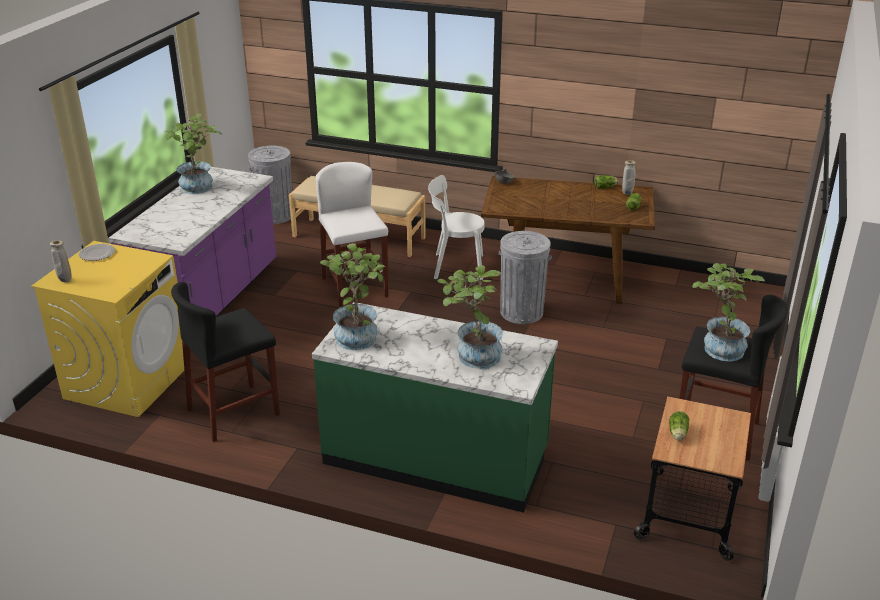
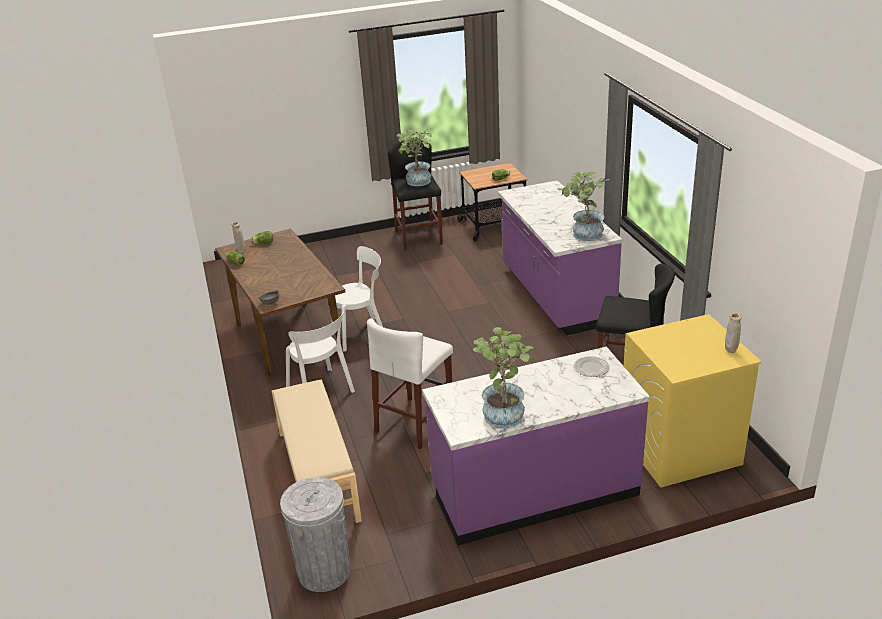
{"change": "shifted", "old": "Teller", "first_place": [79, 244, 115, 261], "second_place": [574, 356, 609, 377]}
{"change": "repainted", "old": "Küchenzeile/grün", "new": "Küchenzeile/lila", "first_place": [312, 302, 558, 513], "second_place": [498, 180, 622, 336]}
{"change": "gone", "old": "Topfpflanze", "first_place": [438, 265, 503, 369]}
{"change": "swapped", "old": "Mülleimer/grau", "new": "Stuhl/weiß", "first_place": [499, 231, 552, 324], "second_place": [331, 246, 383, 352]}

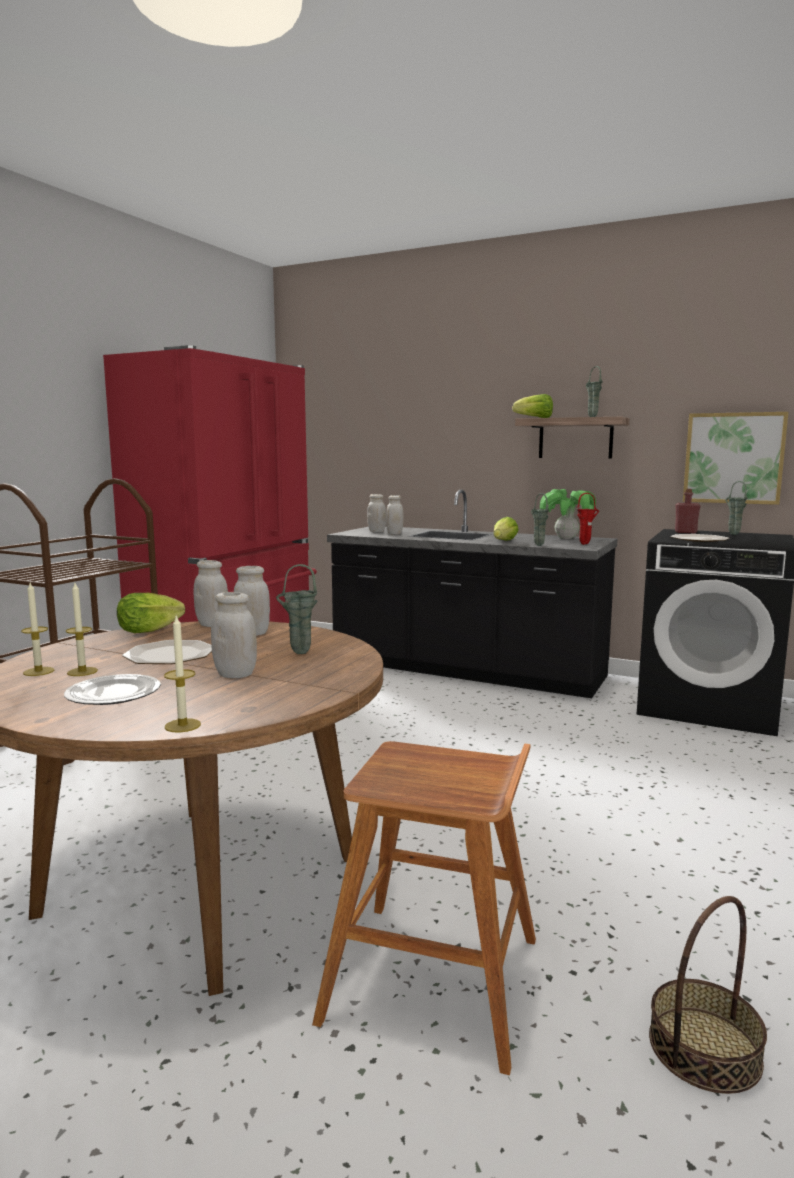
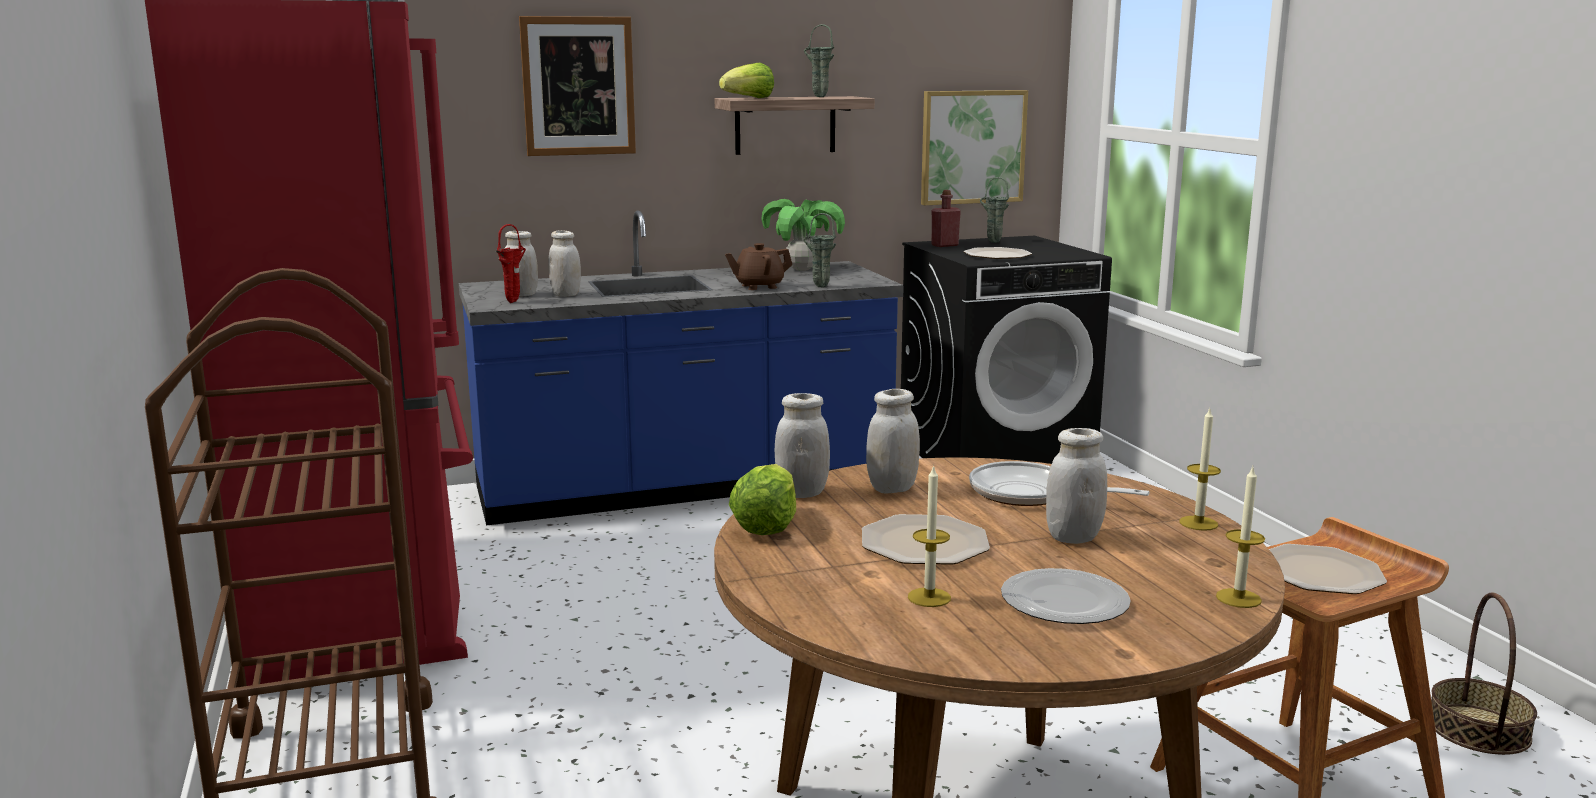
{"change": "shifted", "old": "Kerze", "first_place": [21, 583, 54, 676], "second_place": [1179, 408, 1221, 531]}
{"change": "swapped", "old": "Vase/grün", "new": "Pfanne", "first_place": [276, 564, 318, 654], "second_place": [969, 461, 1150, 506]}
{"change": "repainted", "old": "Küchenzeile/schwarz", "new": "Küchenzeile/blau", "first_place": [327, 489, 617, 698], "second_place": [459, 210, 904, 525]}
{"change": "swapped", "old": "Salatkopf", "new": "Teekanne/braun", "first_place": [494, 517, 519, 541], "second_place": [725, 243, 792, 290]}
{"change": "shifted", "old": "Vase/rot", "first_place": [577, 493, 599, 545], "second_place": [496, 224, 526, 303]}
{"change": "new", "new": "Bild", "second_place": [519, 16, 636, 156]}
{"change": "new", "new": "Teller", "second_place": [1269, 544, 1387, 594]}

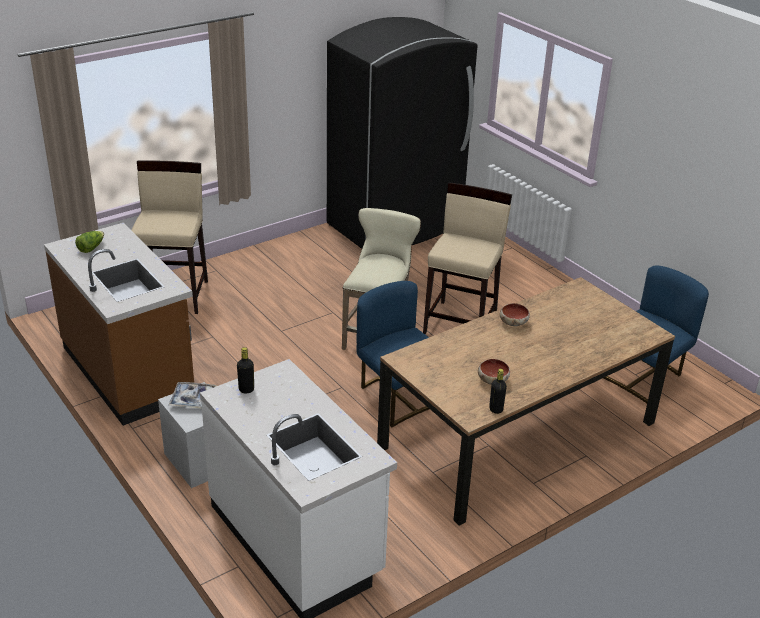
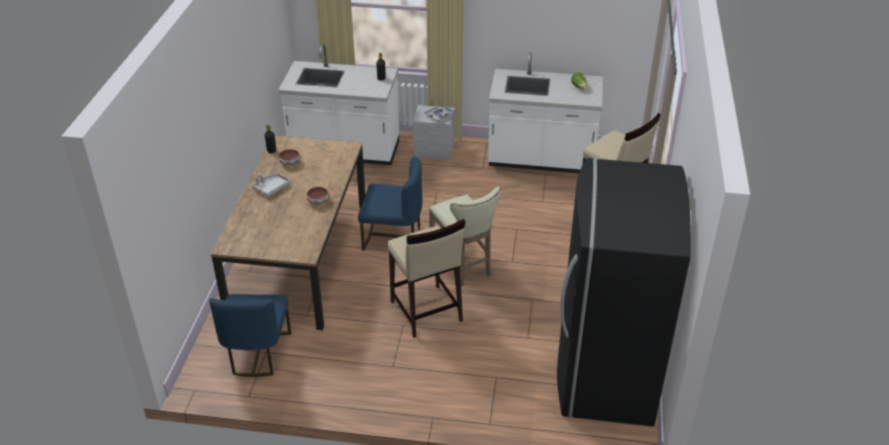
{"change": "repainted", "old": "Küchenzeile/braun", "new": "Küchenzeile/weiß", "first_place": [44, 223, 194, 426], "second_place": [488, 52, 603, 173]}
{"change": "new", "new": "Tablett/grau", "second_place": [251, 173, 290, 197]}

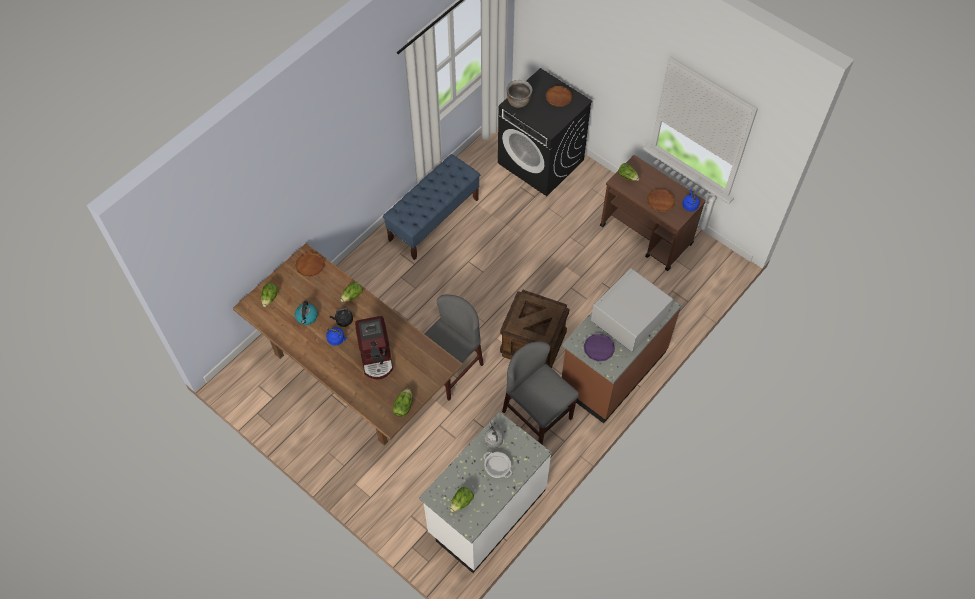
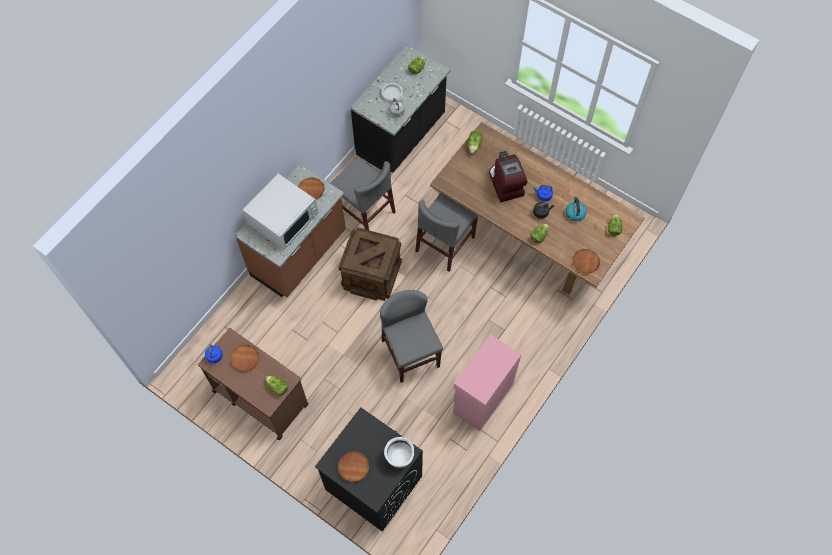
{"change": "swapped", "old": "Bank/blau", "new": "Schrank/rosa", "first_place": [383, 154, 480, 260], "second_place": [453, 334, 522, 431]}
{"change": "repainted", "old": "Küchenzeile/weiß", "new": "Küchenzeile/schwarz", "first_place": [419, 411, 552, 573], "second_place": [350, 45, 450, 172]}
{"change": "repainted", "old": "Kochtopf/braun", "new": "Kochtopf/weiß", "first_place": [507, 80, 532, 108], "second_place": [384, 437, 414, 468]}
{"change": "repainted", "old": "Teller/lila", "new": "Teller/braun", "first_place": [584, 334, 615, 361], "second_place": [298, 177, 325, 200]}
{"change": "new", "new": "Stuhl/grau", "second_place": [380, 290, 443, 383]}

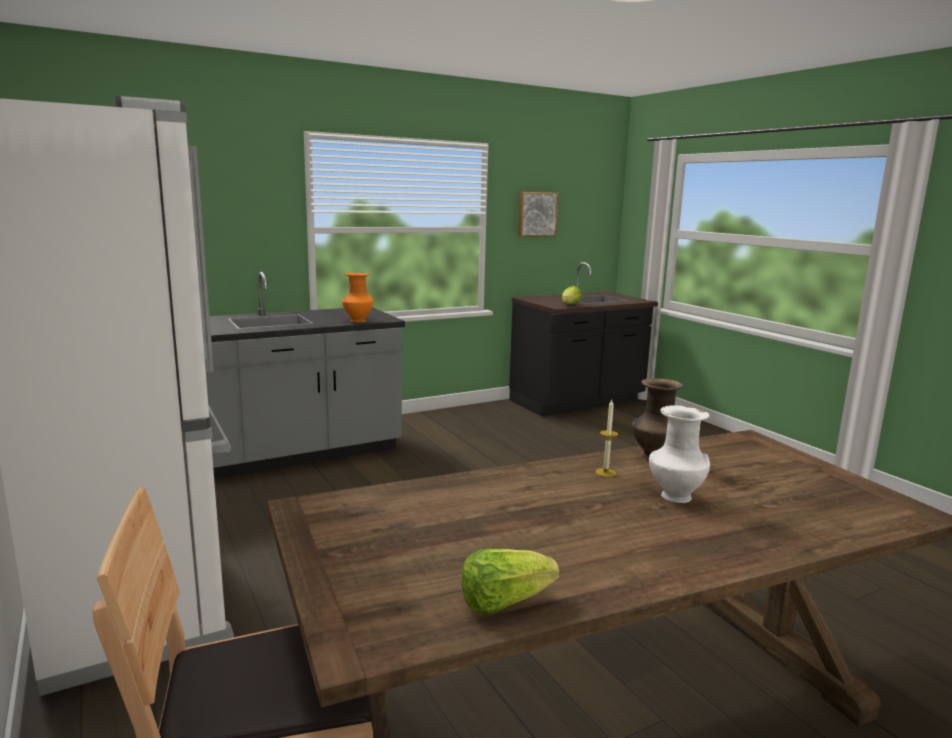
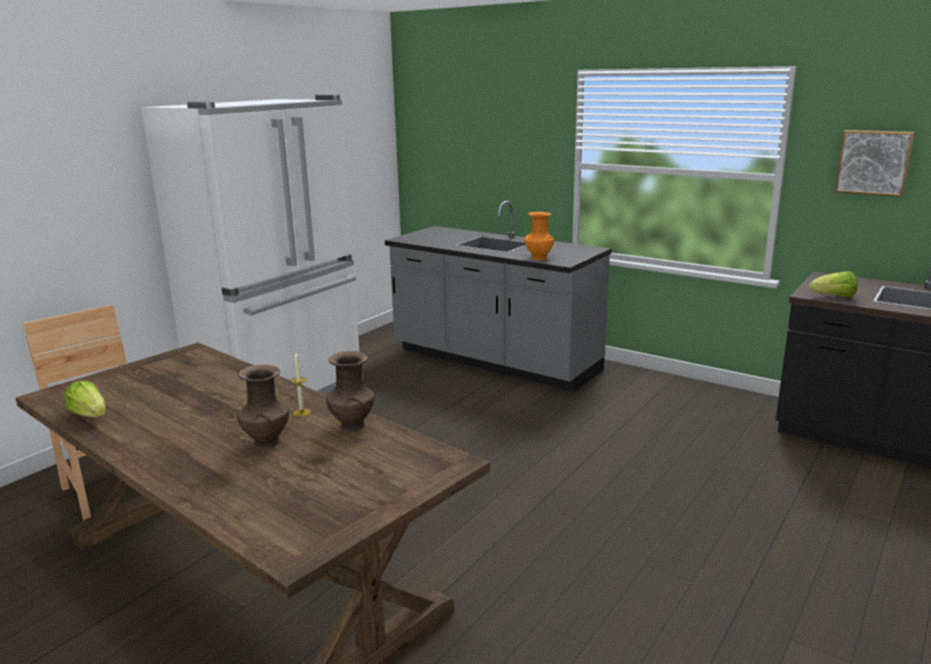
{"change": "repainted", "old": "Vase/weiß", "new": "Vase/braun", "first_place": [649, 405, 710, 503], "second_place": [238, 364, 289, 449]}

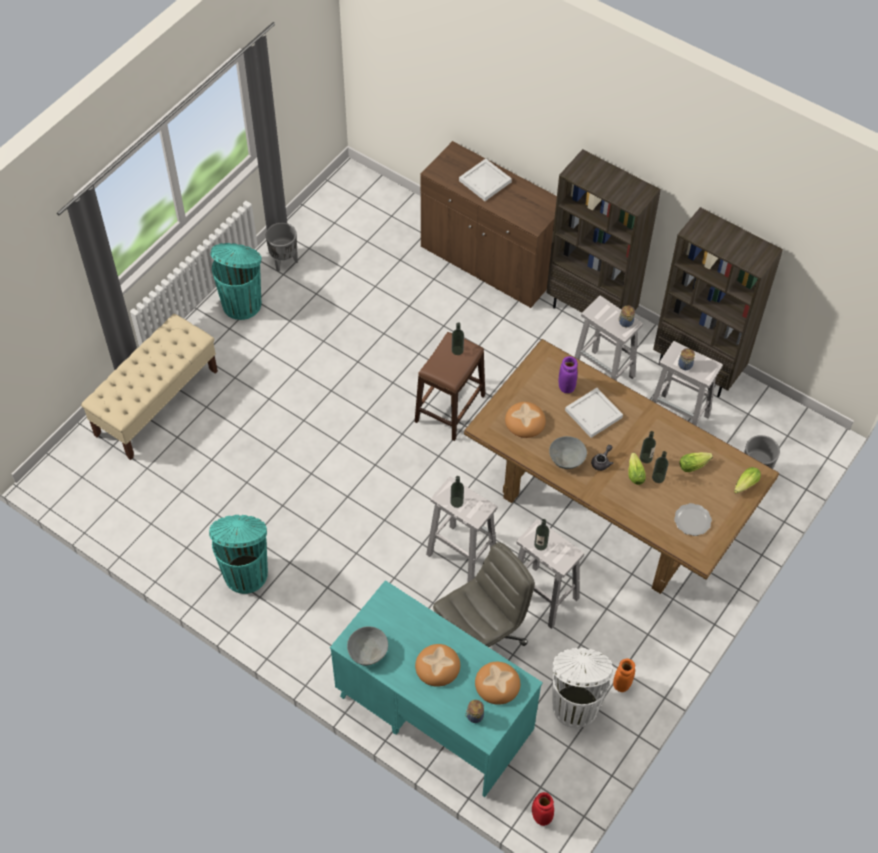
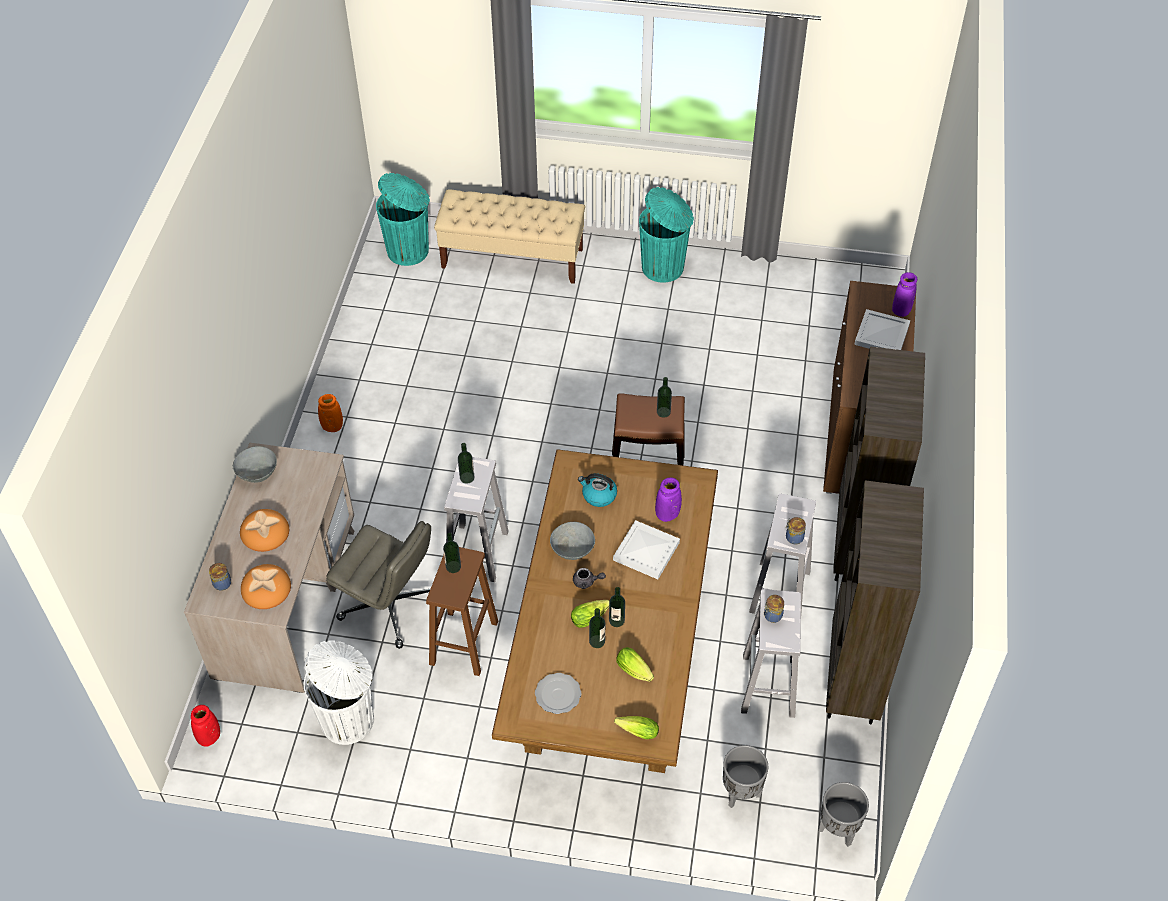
{"change": "shifted", "old": "Mülleimer/türkis", "first_place": [209, 515, 268, 594], "second_place": [376, 173, 430, 266]}
{"change": "shifted", "old": "Pflanzkübel/grau", "first_place": [266, 223, 298, 272], "second_place": [818, 782, 869, 847]}
{"change": "repainted", "old": "Schreibtisch/türkis", "new": "Schreibtisch/beige", "first_place": [330, 580, 543, 797], "second_place": [184, 443, 354, 693]}
{"change": "swapped", "old": "Brot", "new": "Wasserkessel", "first_place": [505, 402, 546, 438], "second_place": [578, 473, 617, 507]}
{"change": "repainted", "old": "Hocker/weiß", "new": "Hocker/braun", "first_place": [516, 519, 584, 629], "second_place": [426, 547, 498, 676]}
{"change": "shifted", "old": "Vase/orange", "first_place": [613, 659, 635, 692], "second_place": [318, 394, 343, 432]}
{"change": "new", "new": "Vase/lila", "second_place": [892, 272, 917, 317]}

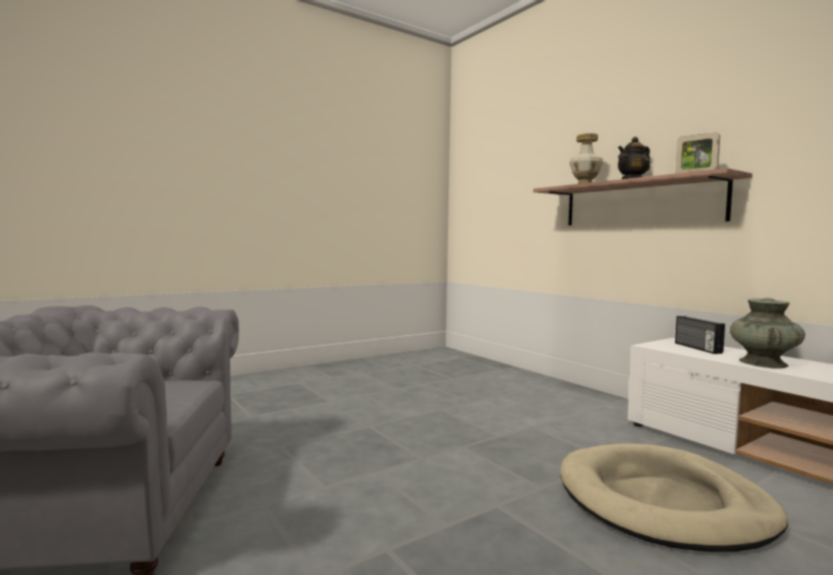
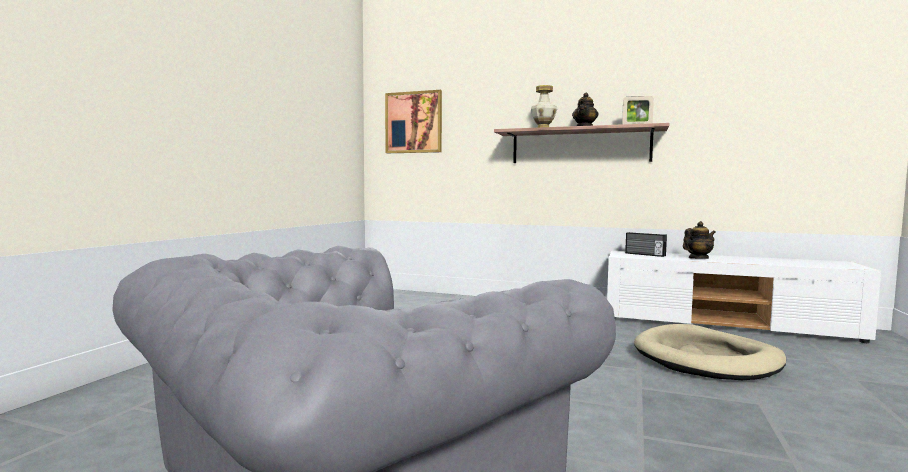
{"change": "swapped", "old": "Vase/türkis", "new": "Teekanne", "first_place": [730, 298, 805, 368], "second_place": [683, 221, 716, 259]}
{"change": "new", "new": "Bild", "second_place": [385, 90, 442, 153]}

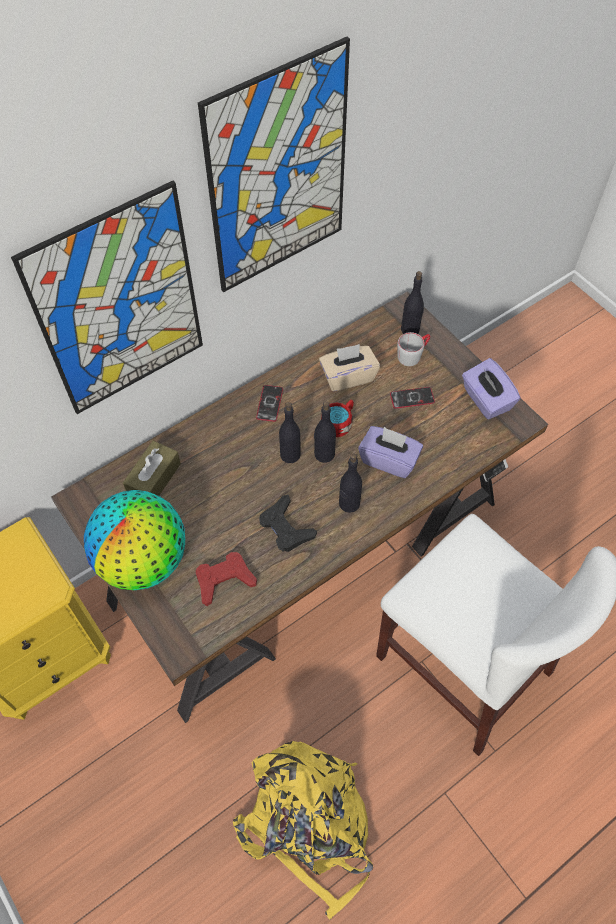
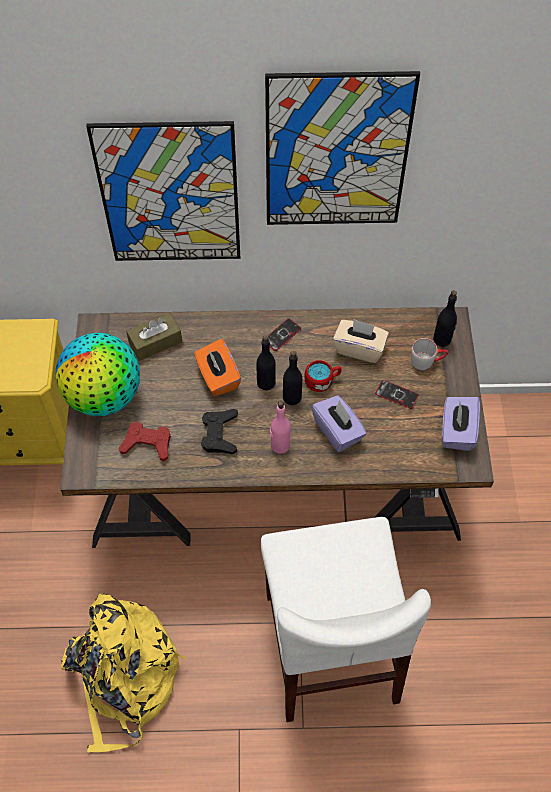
{"change": "repainted", "old": "Flasche/schwarz", "new": "Flasche/rosa", "first_place": [339, 453, 362, 513], "second_place": [270, 401, 291, 454]}
{"change": "new", "new": "Taschentuchbox/orange", "second_place": [194, 339, 241, 396]}

